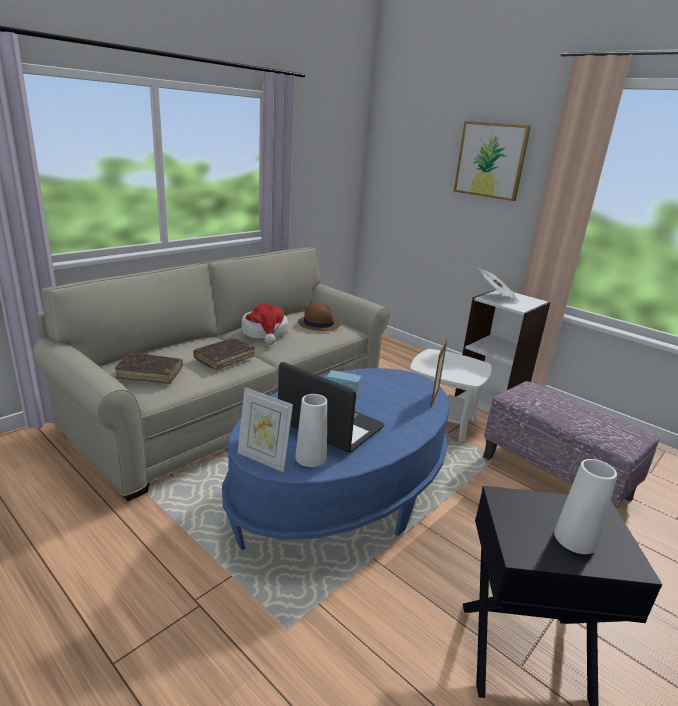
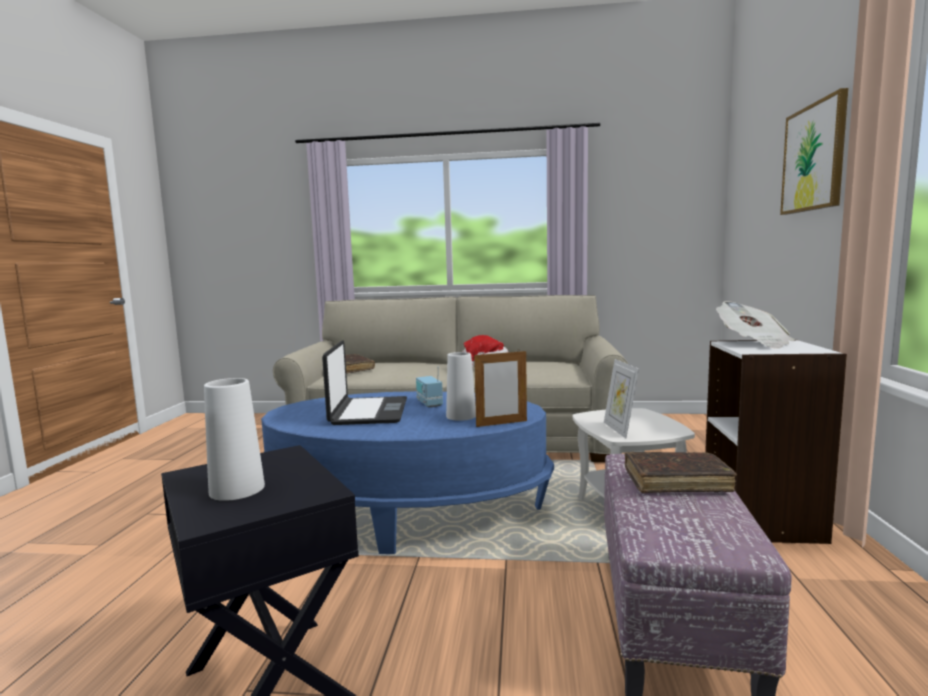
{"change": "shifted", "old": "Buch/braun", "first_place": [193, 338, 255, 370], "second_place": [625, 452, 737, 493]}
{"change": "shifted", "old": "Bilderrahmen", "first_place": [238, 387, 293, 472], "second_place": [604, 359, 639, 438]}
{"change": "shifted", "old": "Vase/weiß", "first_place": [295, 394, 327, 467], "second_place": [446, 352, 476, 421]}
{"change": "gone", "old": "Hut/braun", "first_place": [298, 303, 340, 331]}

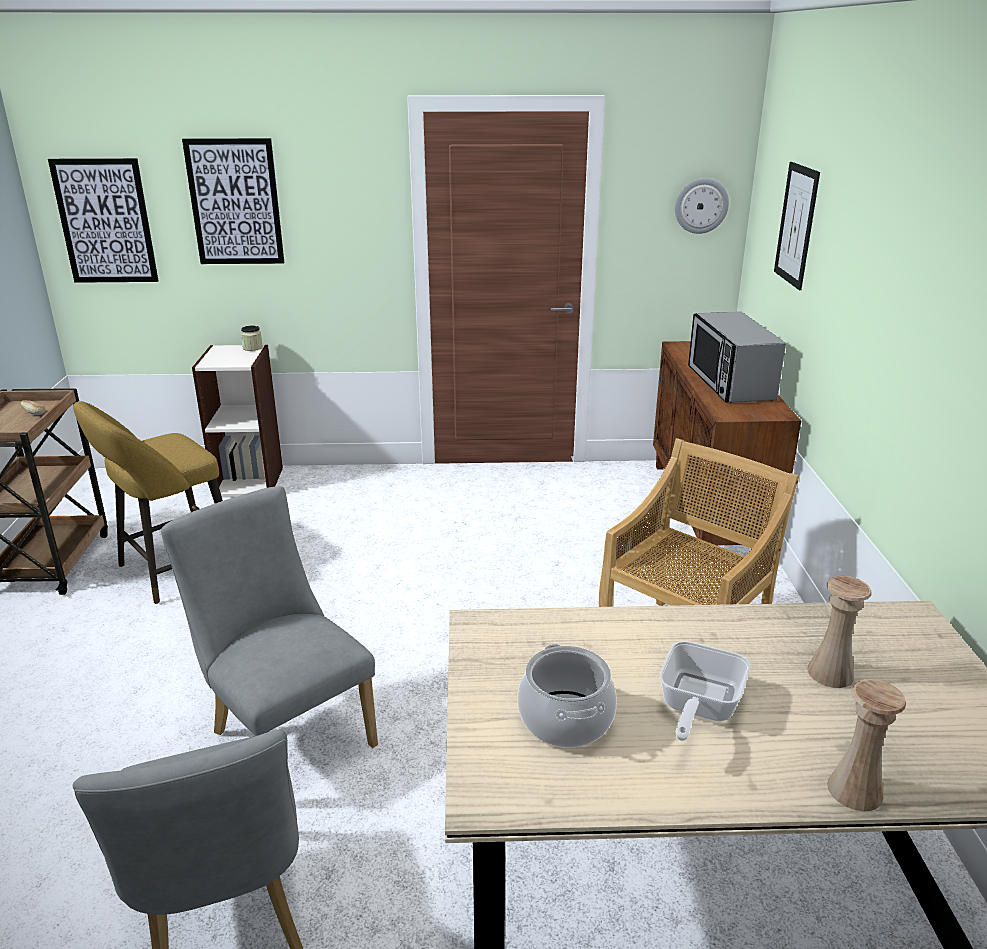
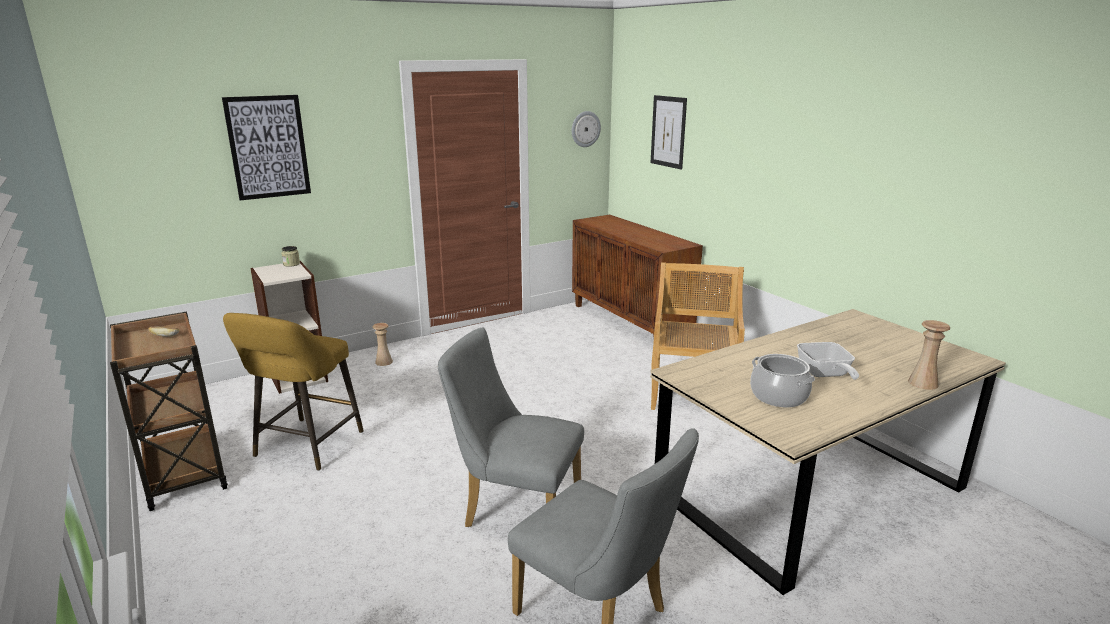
{"change": "gone", "old": "Bild", "first_place": [48, 158, 158, 283]}
{"change": "gone", "old": "Mikrowelle", "first_place": [688, 311, 786, 403]}
{"change": "shifted", "old": "Vase/beige", "first_place": [807, 576, 872, 688], "second_place": [372, 323, 393, 366]}

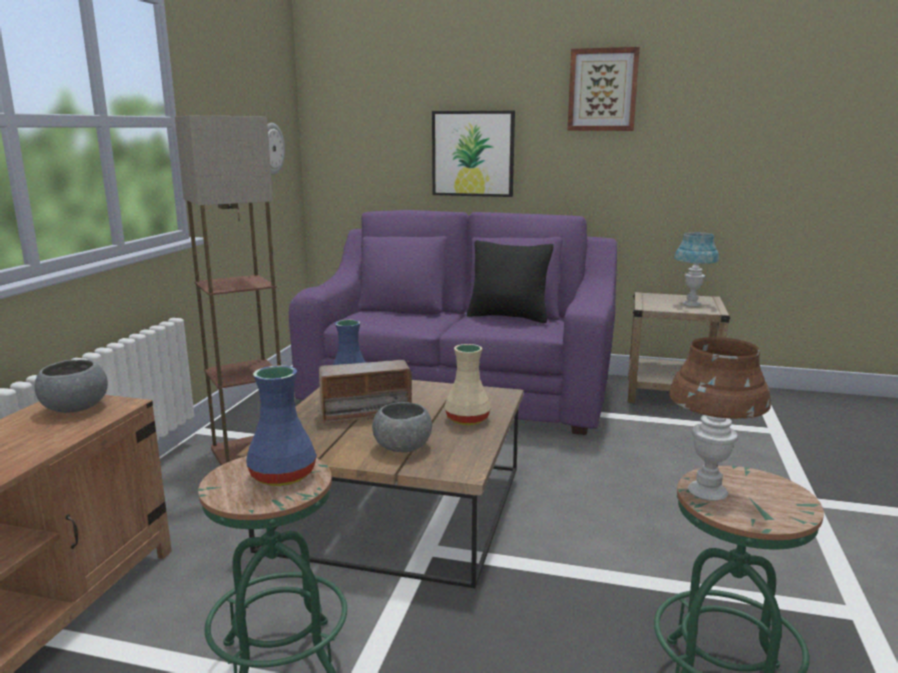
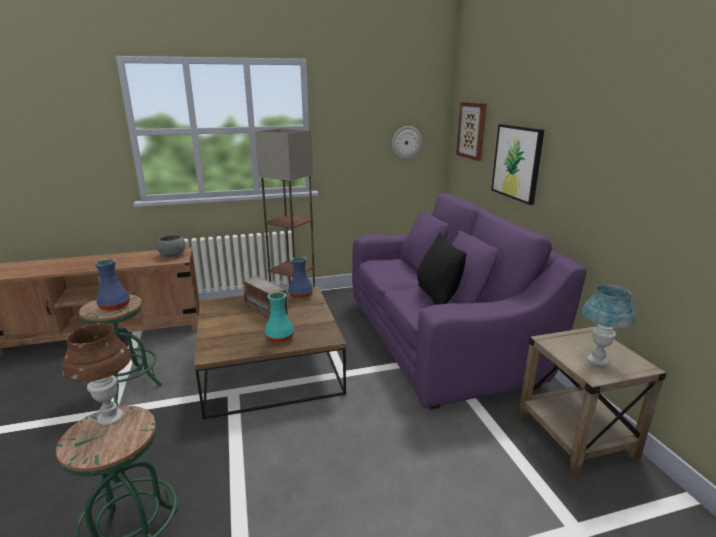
{"change": "gone", "old": "Schüssel/grau", "first_place": [372, 402, 432, 452]}
{"change": "repainted", "old": "Vase/beige", "new": "Vase/türkis", "first_place": [444, 344, 491, 425], "second_place": [265, 292, 294, 343]}
{"change": "shifted", "old": "Bild", "first_place": [567, 47, 640, 131], "second_place": [456, 102, 487, 161]}

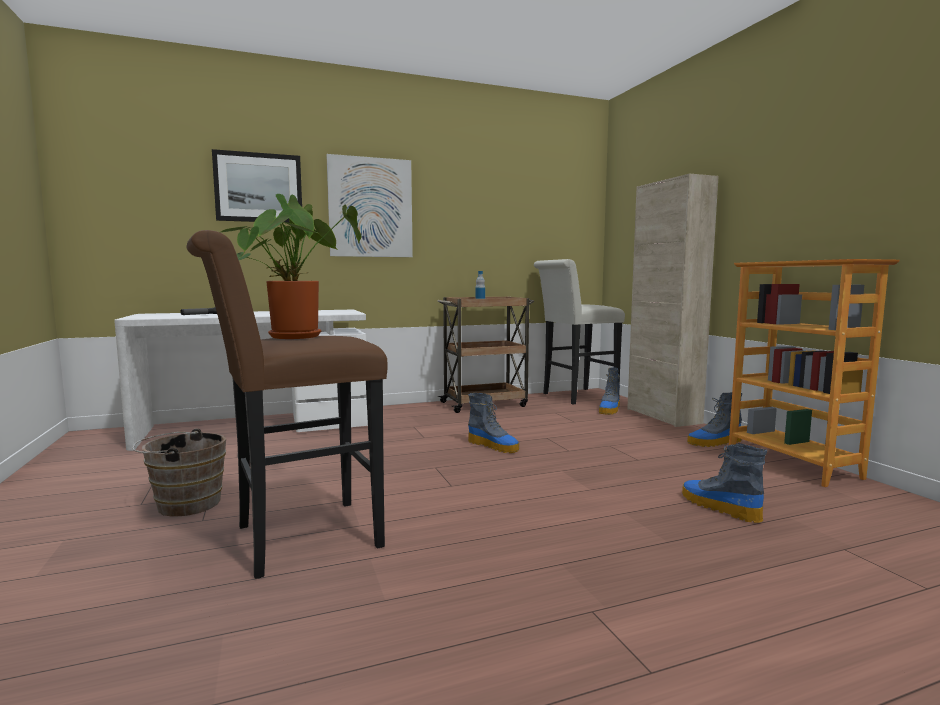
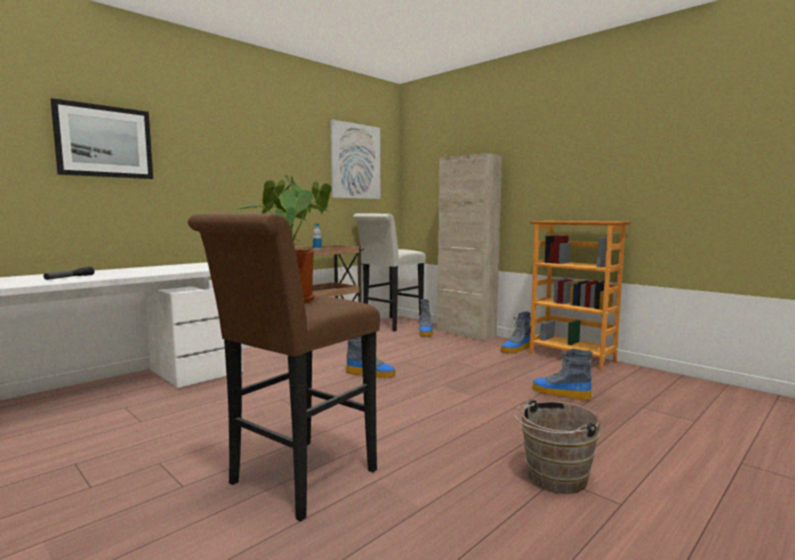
{"change": "shifted", "old": "Eimer/braun", "first_place": [132, 429, 226, 517], "second_place": [514, 400, 601, 494]}
{"change": "shifted", "old": "Bild", "first_place": [326, 154, 413, 257], "second_place": [330, 119, 380, 199]}

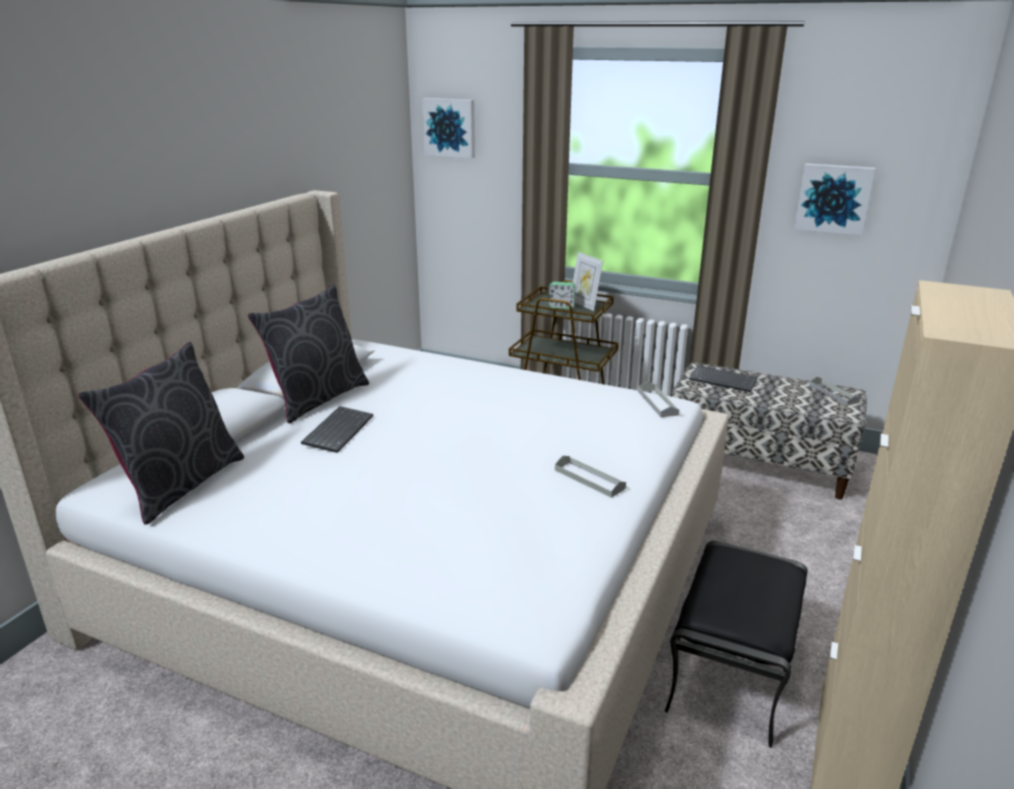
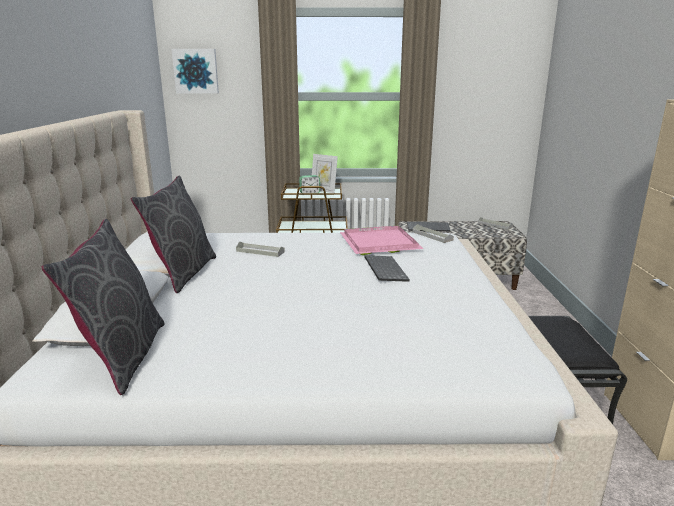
{"change": "shifted", "old": "Tastatur", "first_place": [301, 406, 373, 453], "second_place": [364, 255, 410, 282]}
{"change": "shifted", "old": "Tablett/grau", "first_place": [555, 456, 626, 498], "second_place": [236, 242, 285, 257]}
{"change": "gone", "old": "Bild", "first_place": [794, 163, 876, 236]}
{"change": "new", "new": "Tablett/rosa", "second_place": [340, 226, 424, 255]}

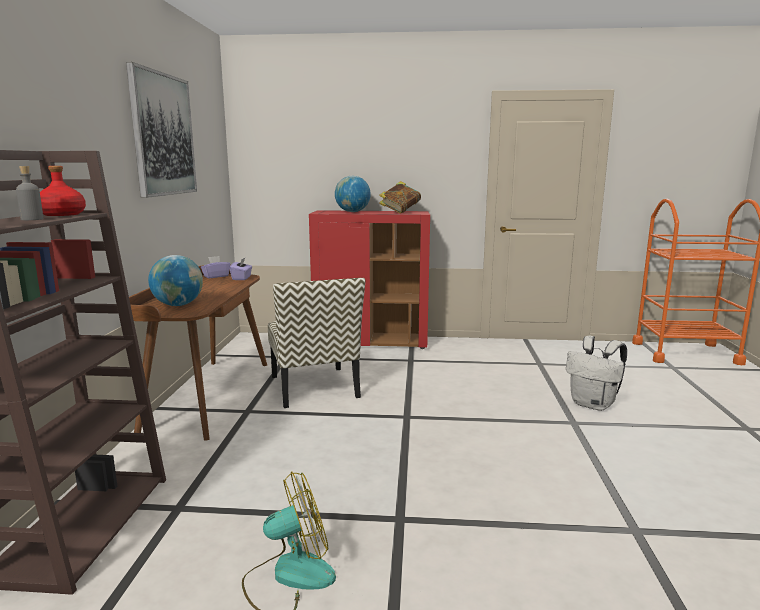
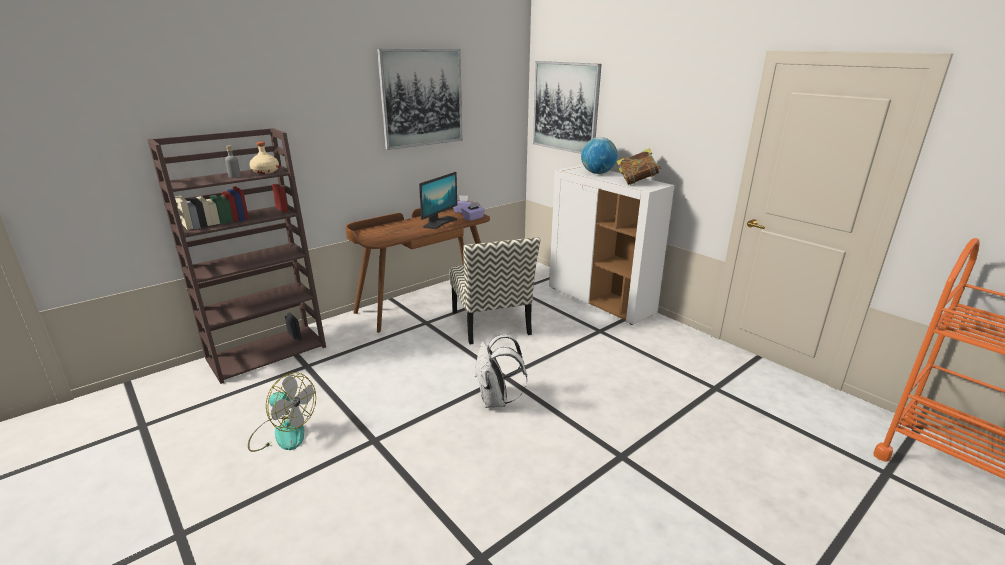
{"change": "repainted", "old": "Flasche/rot", "new": "Flasche/beige", "first_place": [40, 166, 86, 216], "second_place": [249, 142, 279, 174]}
{"change": "gone", "old": "Globus", "first_place": [148, 255, 203, 306]}
{"change": "rotated", "old": "Stuhl", "first_place": [268, 278, 365, 408], "second_place": [450, 237, 540, 345], "degrees": -45}
{"change": "repainted", "old": "Schrank/rot", "new": "Schrank/weiß", "first_place": [309, 210, 430, 349], "second_place": [549, 165, 674, 325]}
{"change": "shifted", "old": "Rucksack/weiß", "first_place": [566, 336, 627, 411], "second_place": [475, 334, 527, 408]}
{"change": "new", "new": "Monitor", "second_place": [419, 172, 457, 229]}
{"change": "new", "new": "Bild", "second_place": [533, 61, 602, 154]}

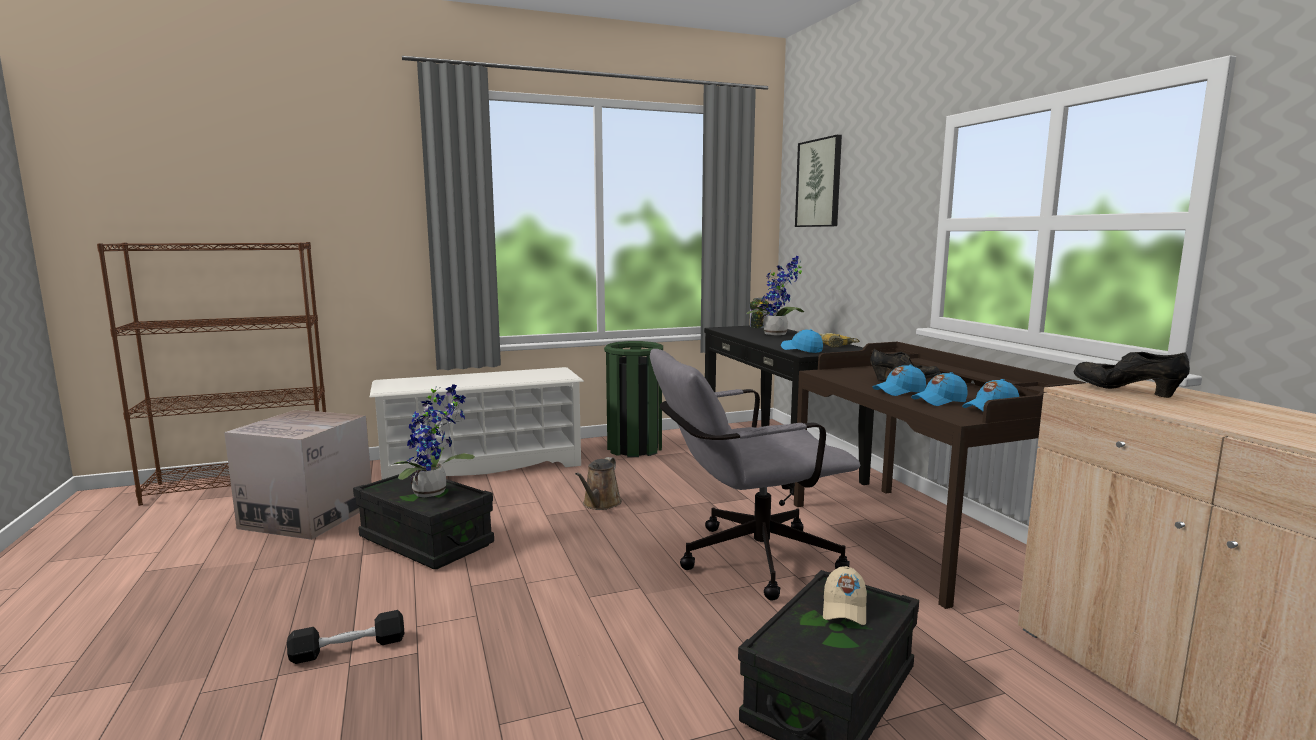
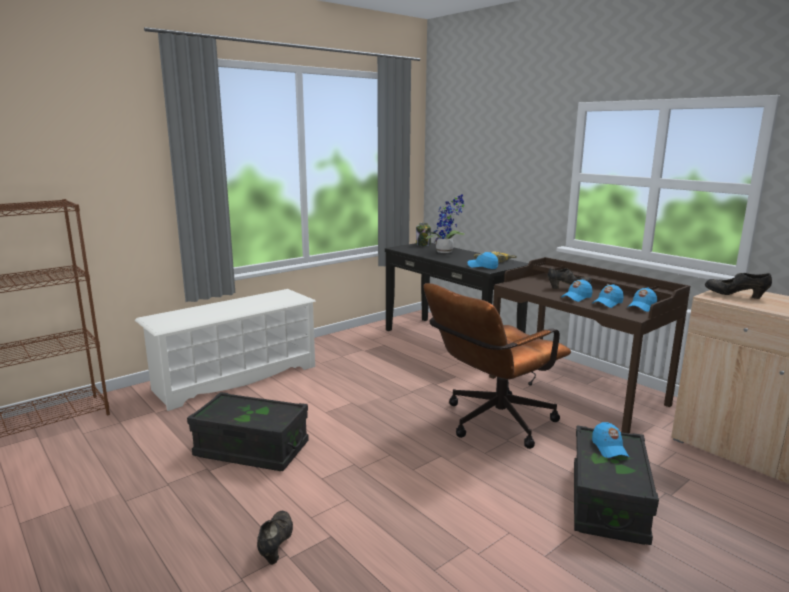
{"change": "gone", "old": "Karton", "first_place": [224, 410, 372, 540]}
{"change": "swapped", "old": "Hantel/schwarz", "new": "Schuh/schwarz", "first_place": [287, 610, 404, 664], "second_place": [257, 511, 293, 565]}
{"change": "gone", "old": "Topfpflanze", "first_place": [390, 384, 475, 497]}
{"change": "gone", "old": "Gießkanne/braun", "first_place": [575, 457, 622, 510]}
{"change": "gone", "old": "Mülleimer/grün", "first_place": [604, 341, 663, 457]}
{"change": "repainted", "old": "Bürostuhl/grau", "new": "Bürostuhl/braun", "first_place": [650, 349, 860, 600], "second_place": [424, 283, 571, 449]}
{"change": "gone", "old": "Bild", "first_place": [795, 135, 842, 227]}
{"change": "repainted", "old": "Kappe/beige", "new": "Kappe/blau", "first_place": [823, 566, 867, 625], "second_place": [592, 422, 629, 458]}

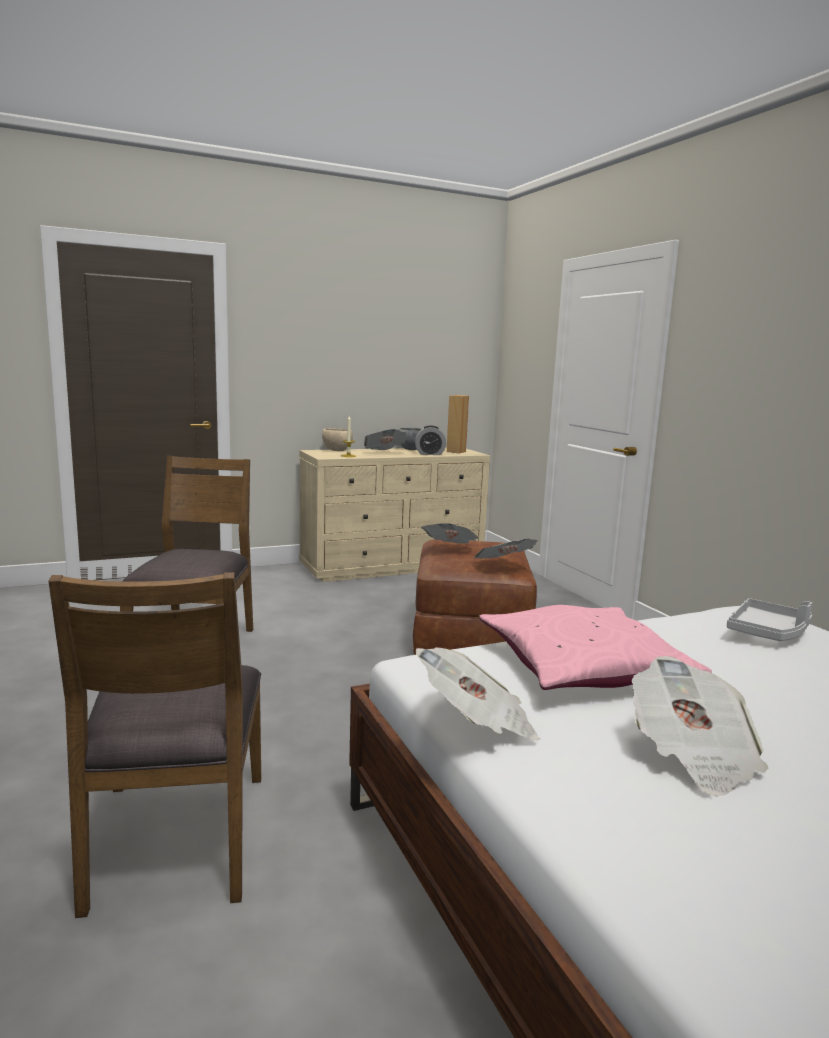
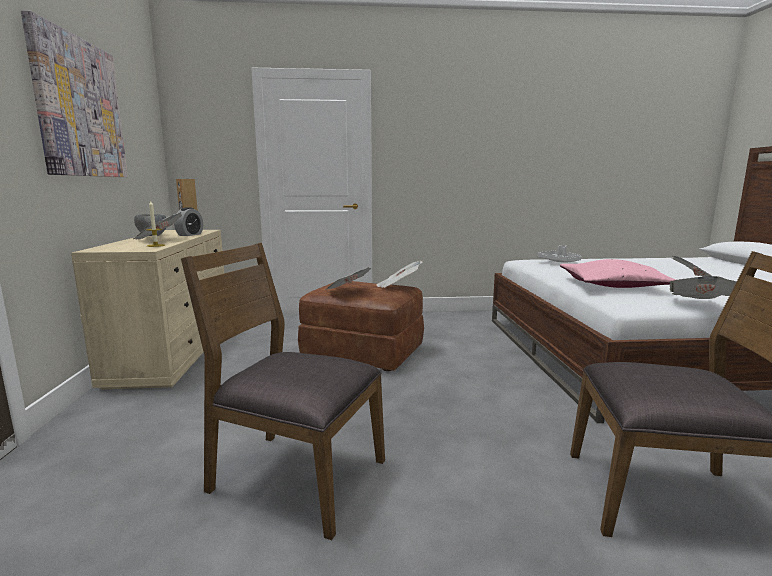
{"change": "gone", "old": "Schüssel/beige", "first_place": [322, 428, 353, 451]}
{"change": "new", "new": "Bild", "second_place": [21, 10, 128, 177]}

